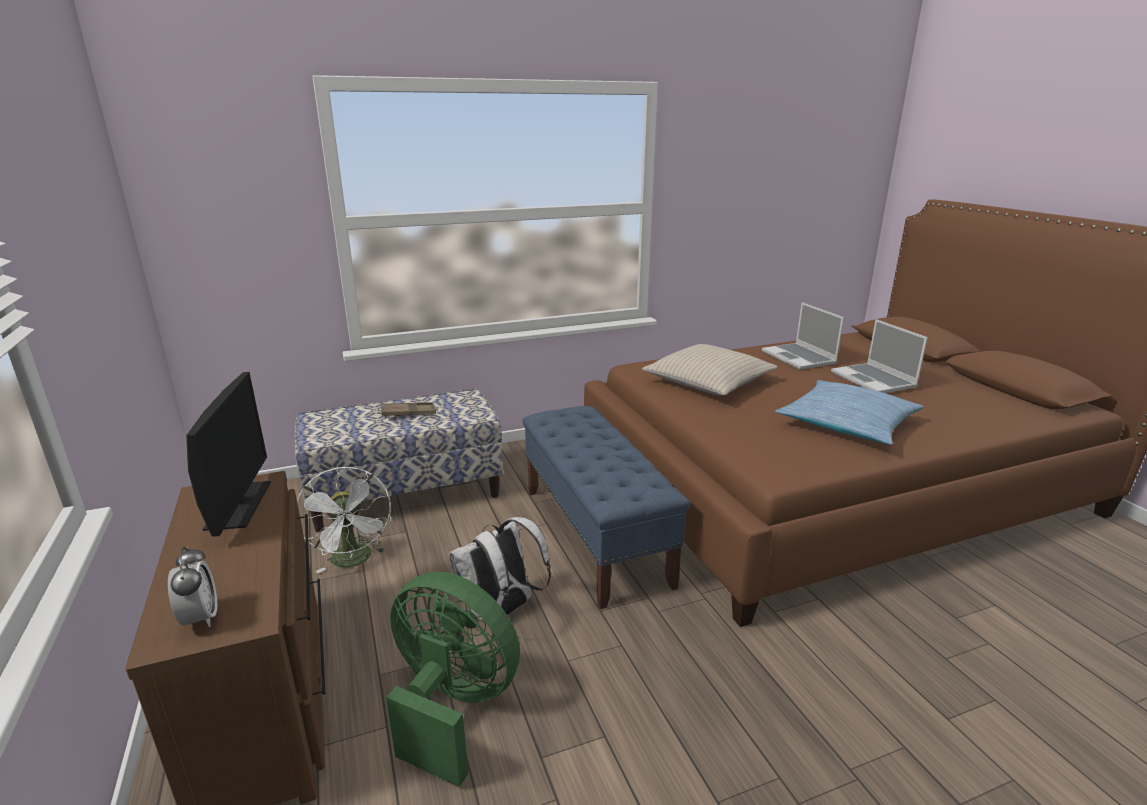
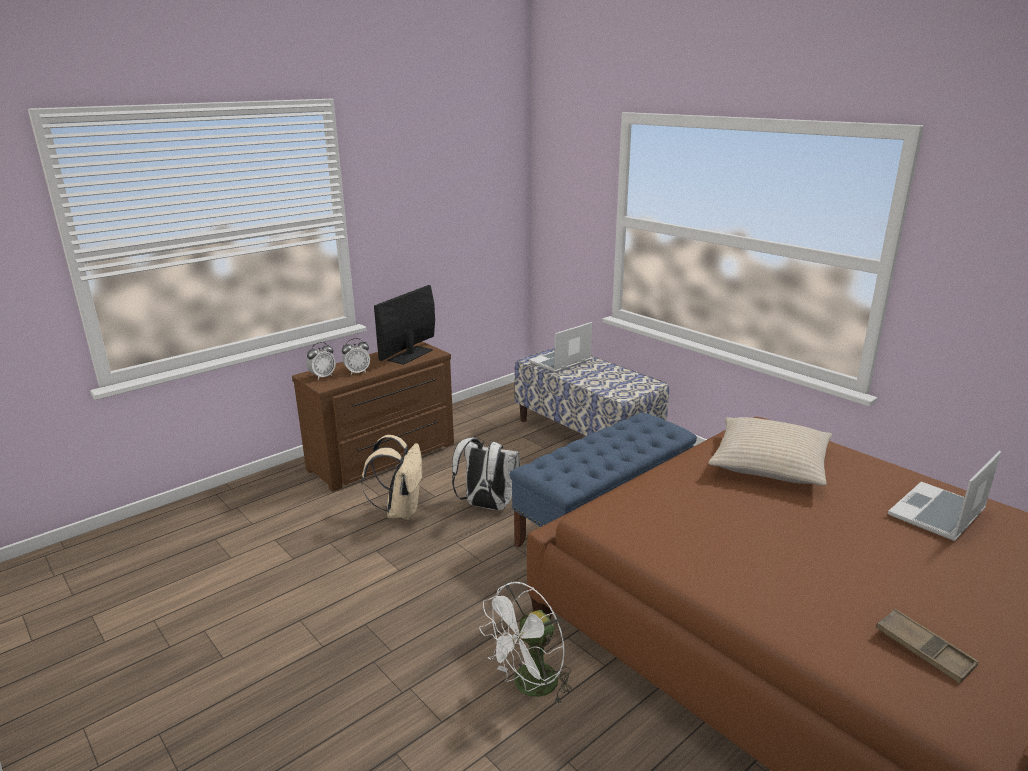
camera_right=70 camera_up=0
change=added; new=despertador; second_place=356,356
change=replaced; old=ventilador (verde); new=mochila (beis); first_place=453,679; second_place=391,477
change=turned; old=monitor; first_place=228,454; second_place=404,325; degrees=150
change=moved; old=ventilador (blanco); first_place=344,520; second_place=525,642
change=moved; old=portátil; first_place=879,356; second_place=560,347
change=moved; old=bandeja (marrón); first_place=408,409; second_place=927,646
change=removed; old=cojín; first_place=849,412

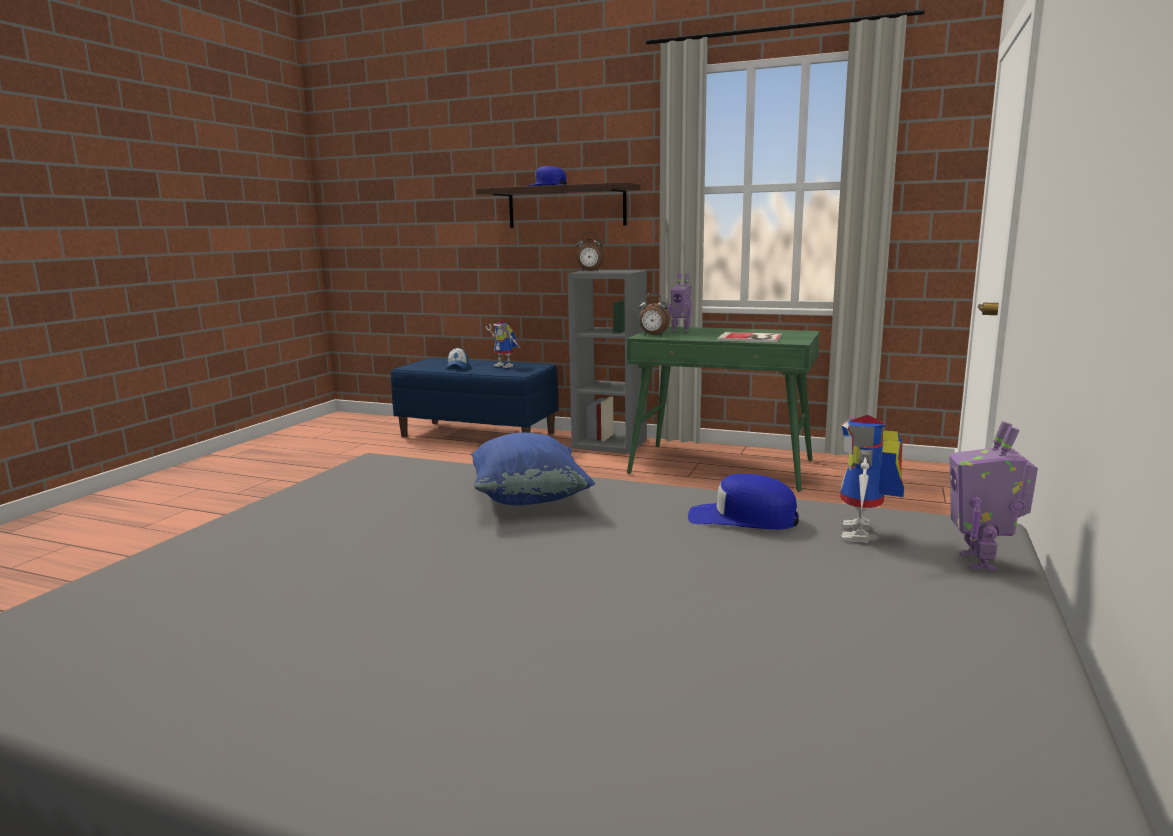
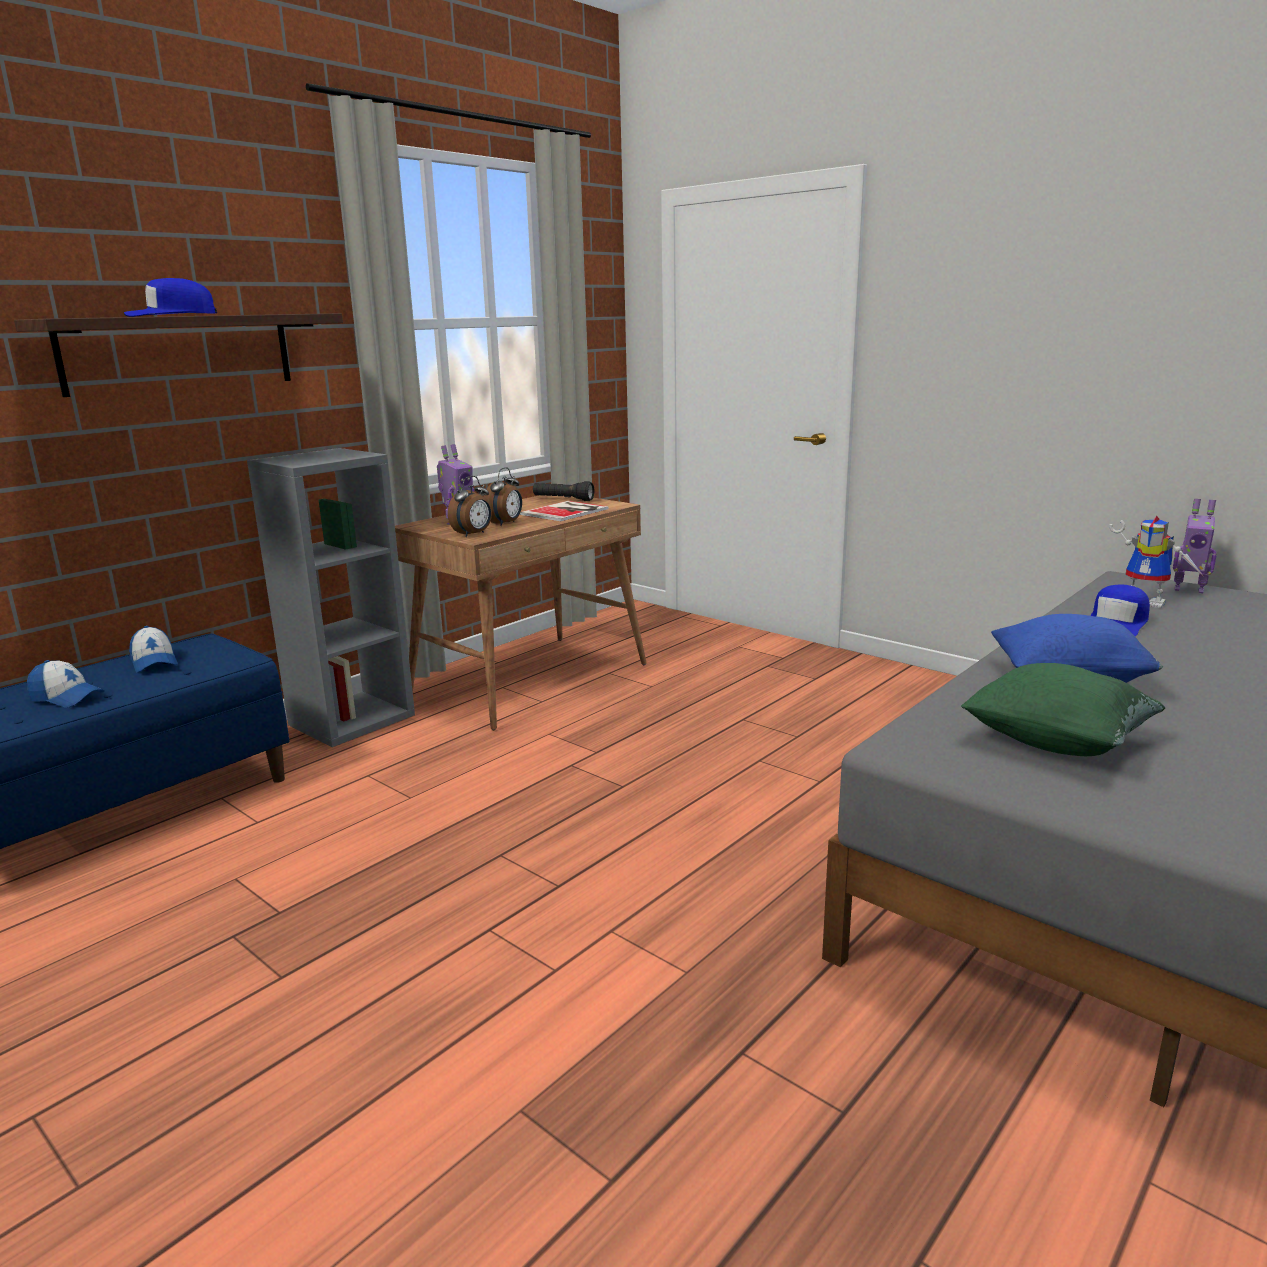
camera_right=-70 camera_up=5
change=replaced; old=robot de juguete; new=gorra; first_place=503,344; second_place=153,649
change=recoloured; old=escritorio (verde); new=escritorio (marrón); first_place=723,409; second_place=521,612
change=moved; old=despertador; first_place=590,251; second_place=503,496
change=added; new=linterna (negro); second_place=563,491
change=added; new=cojín (verde); second_place=1063,709

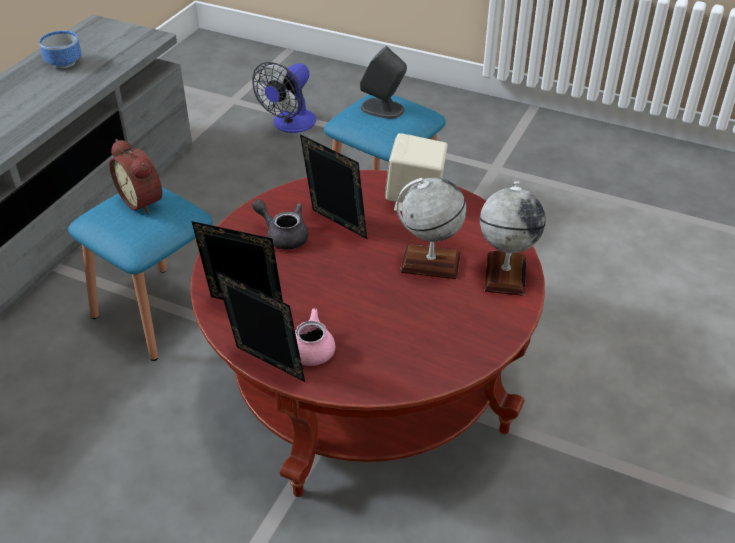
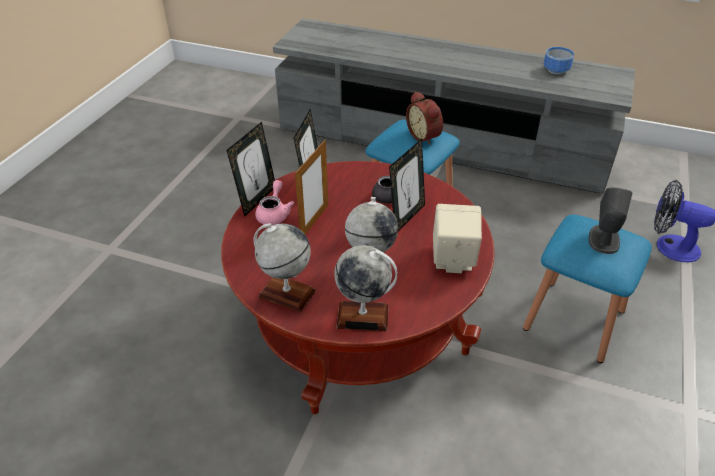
camera_right=85 camera_up=0
change=added; new=globo terráqueo; second_place=285,267
change=added; new=portarretratos; second_place=311,187
change=turned; old=despertador; first_place=135,176; second_place=424,118; degrees=-75

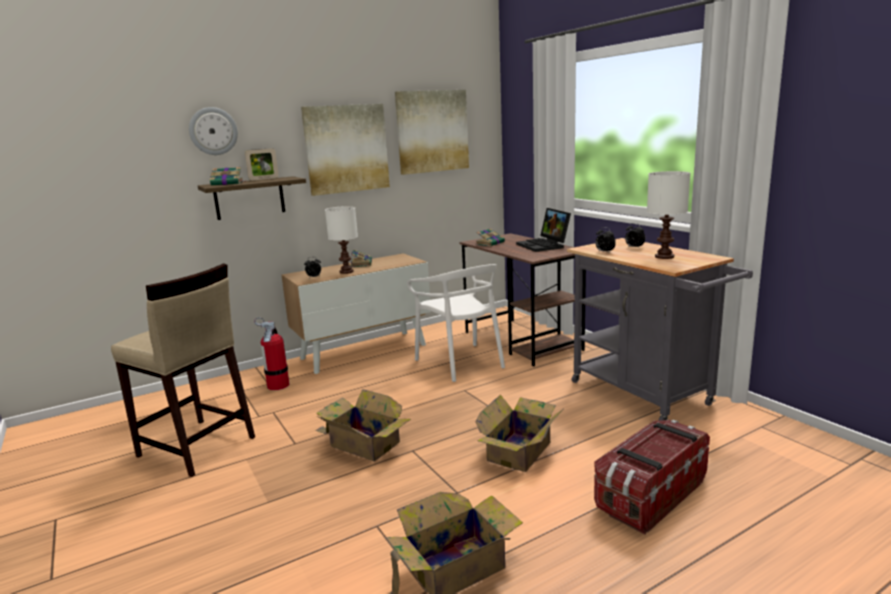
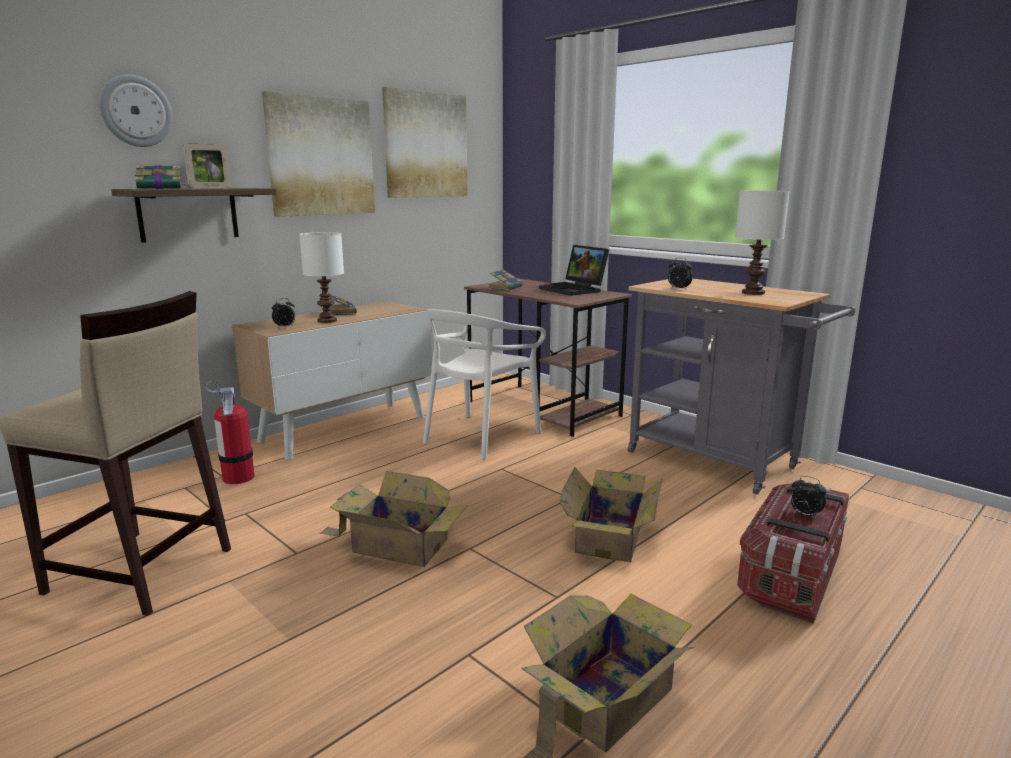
camera_right=-15 camera_up=0
change=turned; old=silla (blanco); first_place=456,323; second_place=484,384; degrees=75
change=moved; old=despertador; first_place=635,236; second_place=808,497

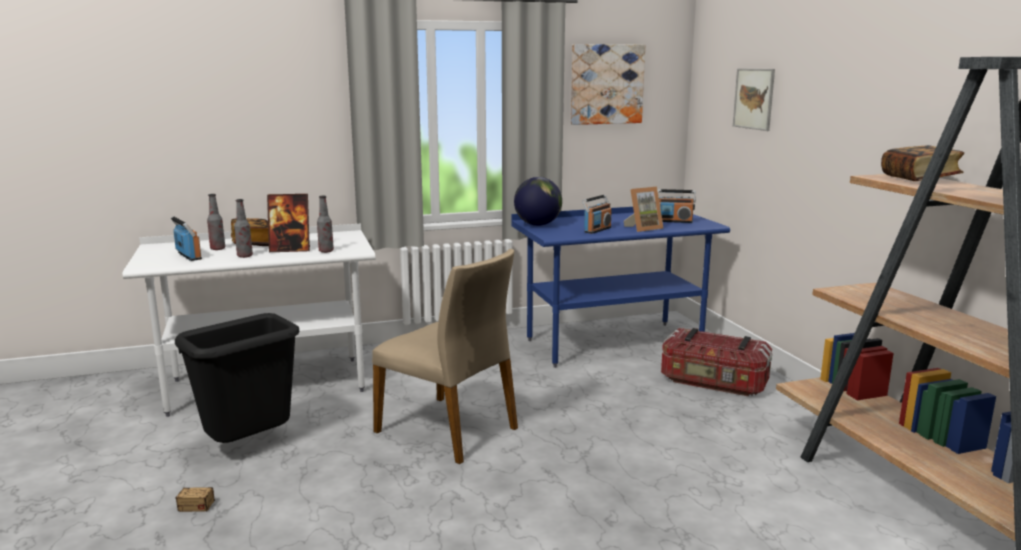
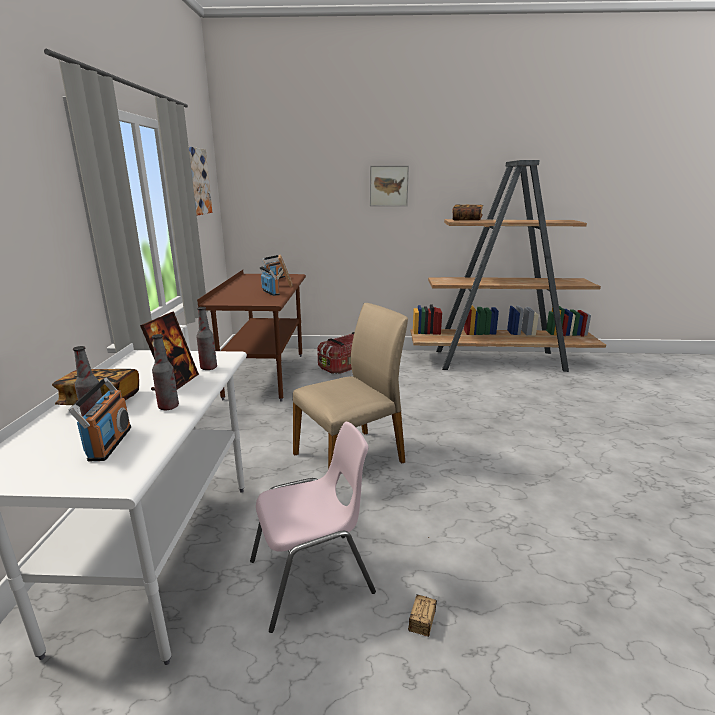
camera_right=-70 camera_up=5
change=turned; old=radio; first_place=186,238; second_place=99,419; degrees=105
change=recoloured; old=escritorio (azul); new=escritorio (marrón); first_place=621,287; second_place=251,336
change=replaced; old=papelera (negro); new=silla (rosa); first_place=237,378; second_place=313,527
change=moved; old=cuadro; first_place=754,99; second_place=389,186
change=removed; old=globo terráqueo; first_place=538,201

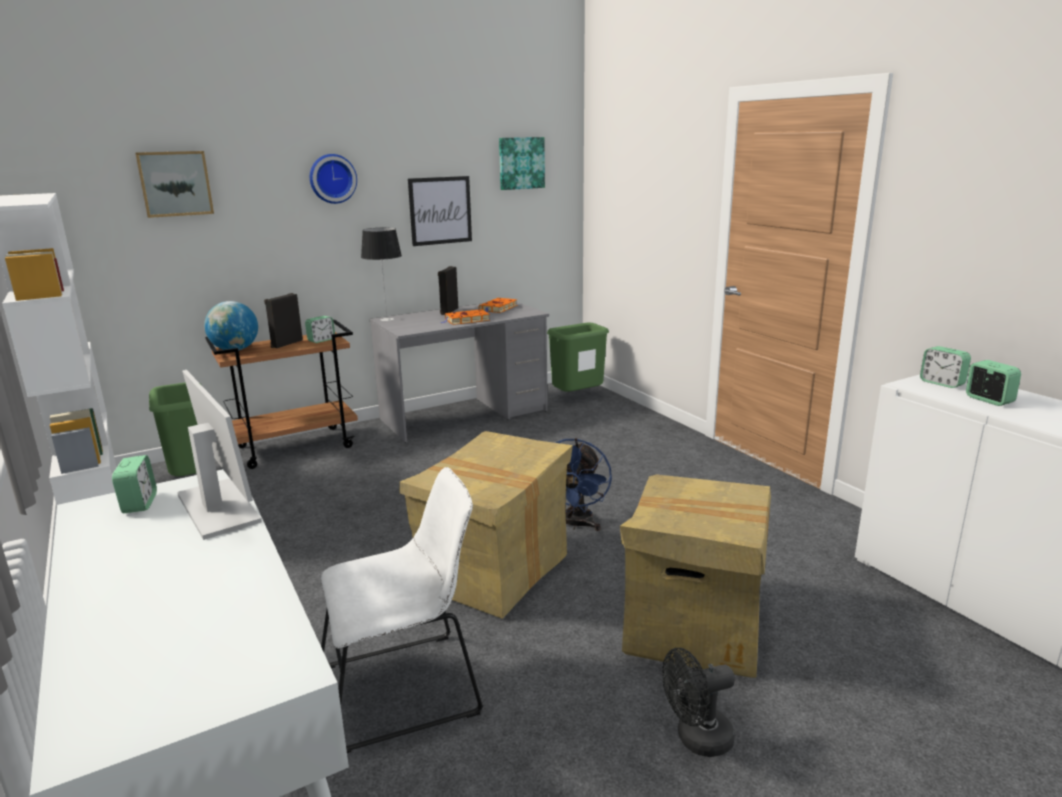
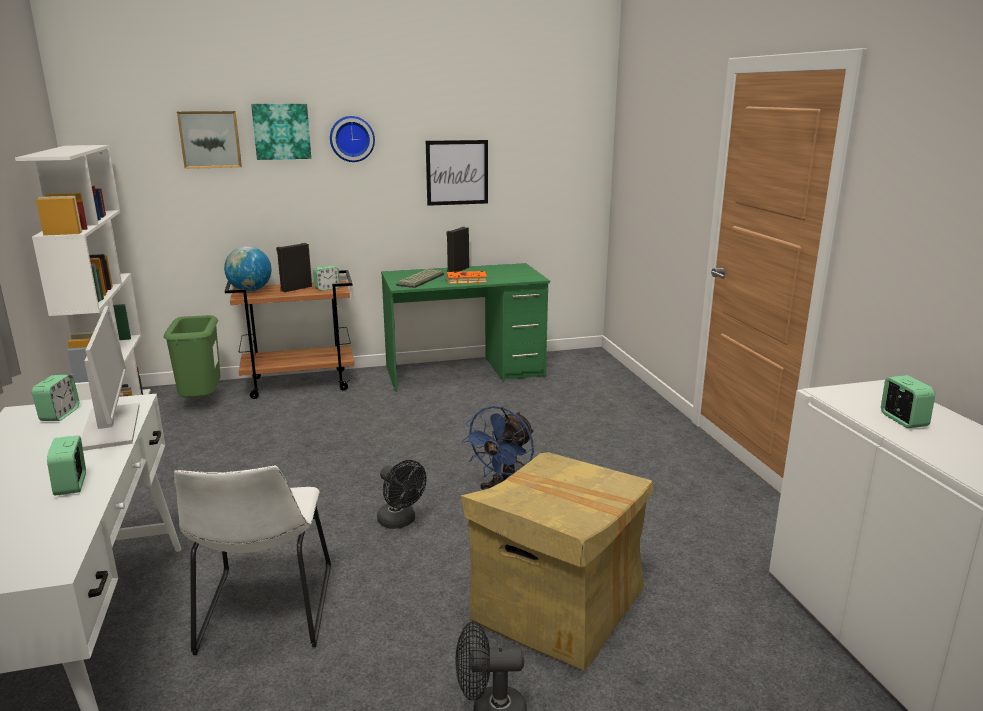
camera_right=15 camera_up=0
change=moved; old=despertador; first_place=945,367; second_place=66,466
change=turned; old=silla (blanco); first_place=402,610; second_place=252,560; degrees=90
change=moved; old=cuadro; first_place=522,163; second_place=281,132
change=replaced; old=caja de cartón; new=ventilador (negro); first_place=486,525; second_place=402,494
change=recoloured; old=escritorio (gris); new=escritorio (verde); first_place=459,372; second_place=465,327
change=added; new=teclado; second_place=420,278
change=removed; old=lámpara de mesa; first_place=381,274
change=removed; old=libro (naranja); first_place=498,305
change=removed; old=papelera (verde); first_place=578,357

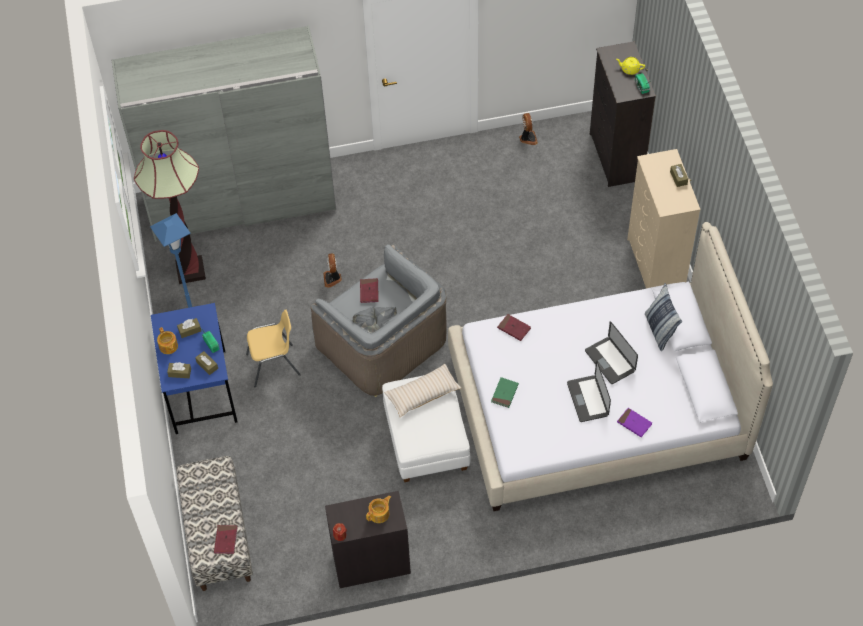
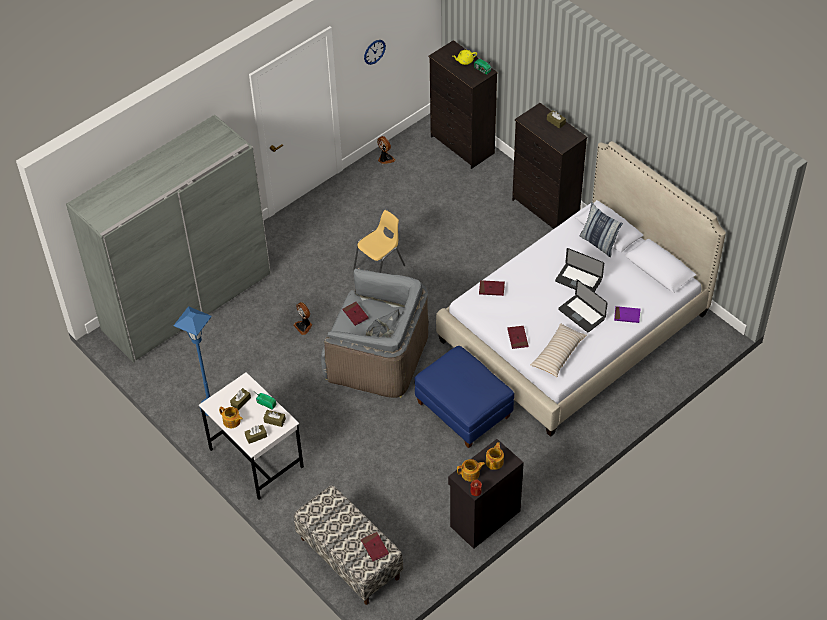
camera_right=-30 camera_up=-5
change=recoloured; old=escritorio (azul); new=escritorio (blanco); first_place=194,368; second_place=251,436
change=moved; old=silla (amarillo); first_place=273,348; second_place=379,241
change=added; new=reloj de pared; second_place=375,52
change=recoloured; old=puf (blanco); new=puf (azul); first_place=426,428; second_place=464,397
change=added; new=tetera; second_place=471,470
change=recoloured; old=libro (verde); new=libro (rojo); first_place=505,392; second_place=517,337
change=recoloured; old=cómoda (beis); new=cómoda (negro); first_place=664,218; second_place=549,166
change=moved; old=cojín (beis); first_place=422,390; second_place=558,350
change=removed; old=lámpara de pie; first_place=170,207

